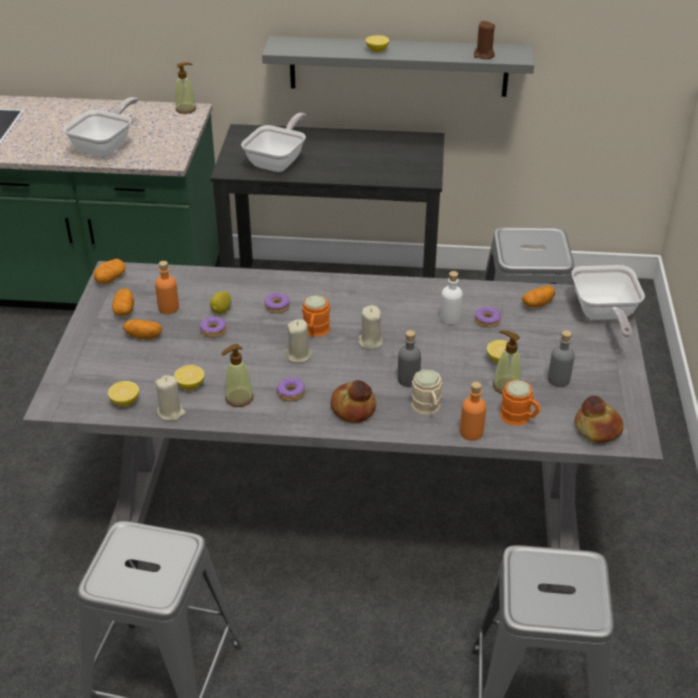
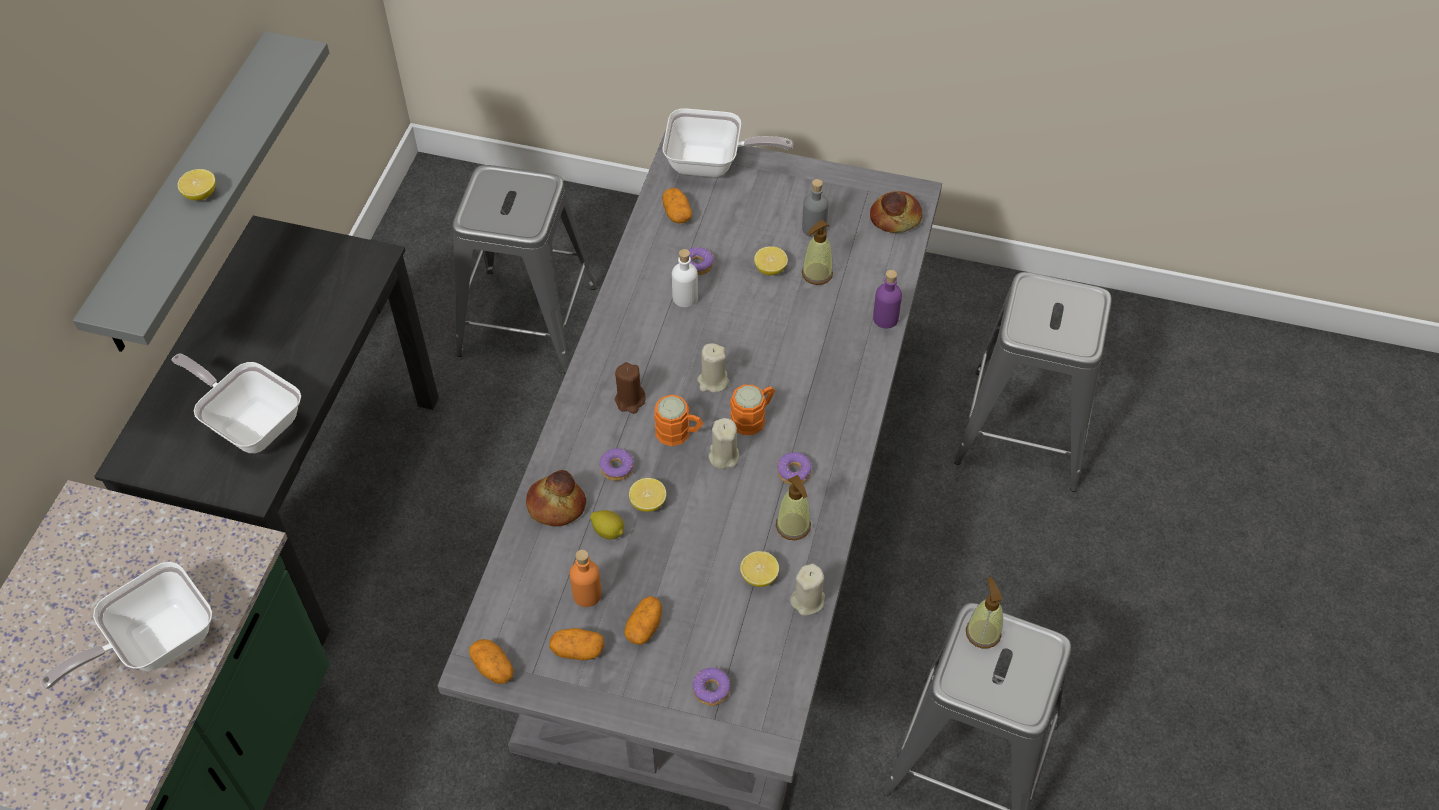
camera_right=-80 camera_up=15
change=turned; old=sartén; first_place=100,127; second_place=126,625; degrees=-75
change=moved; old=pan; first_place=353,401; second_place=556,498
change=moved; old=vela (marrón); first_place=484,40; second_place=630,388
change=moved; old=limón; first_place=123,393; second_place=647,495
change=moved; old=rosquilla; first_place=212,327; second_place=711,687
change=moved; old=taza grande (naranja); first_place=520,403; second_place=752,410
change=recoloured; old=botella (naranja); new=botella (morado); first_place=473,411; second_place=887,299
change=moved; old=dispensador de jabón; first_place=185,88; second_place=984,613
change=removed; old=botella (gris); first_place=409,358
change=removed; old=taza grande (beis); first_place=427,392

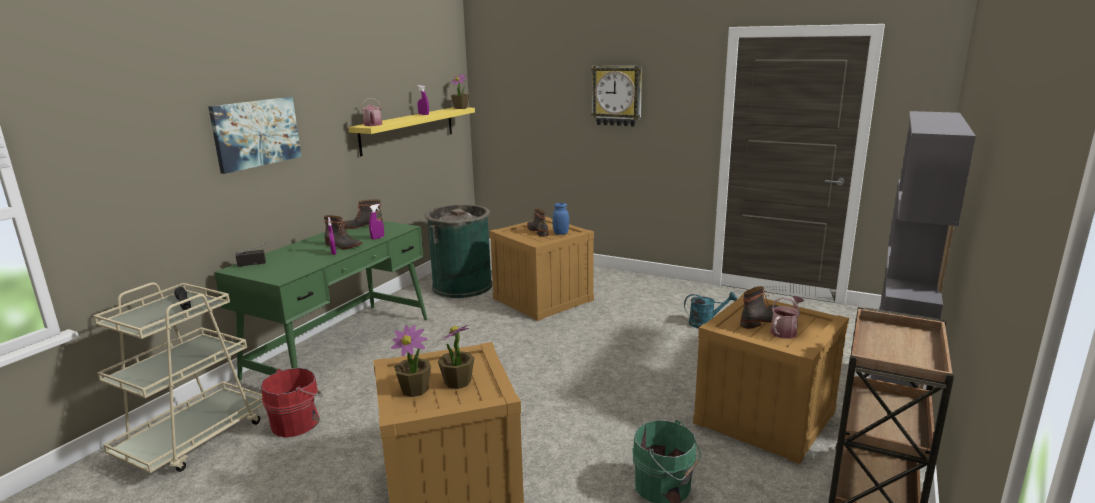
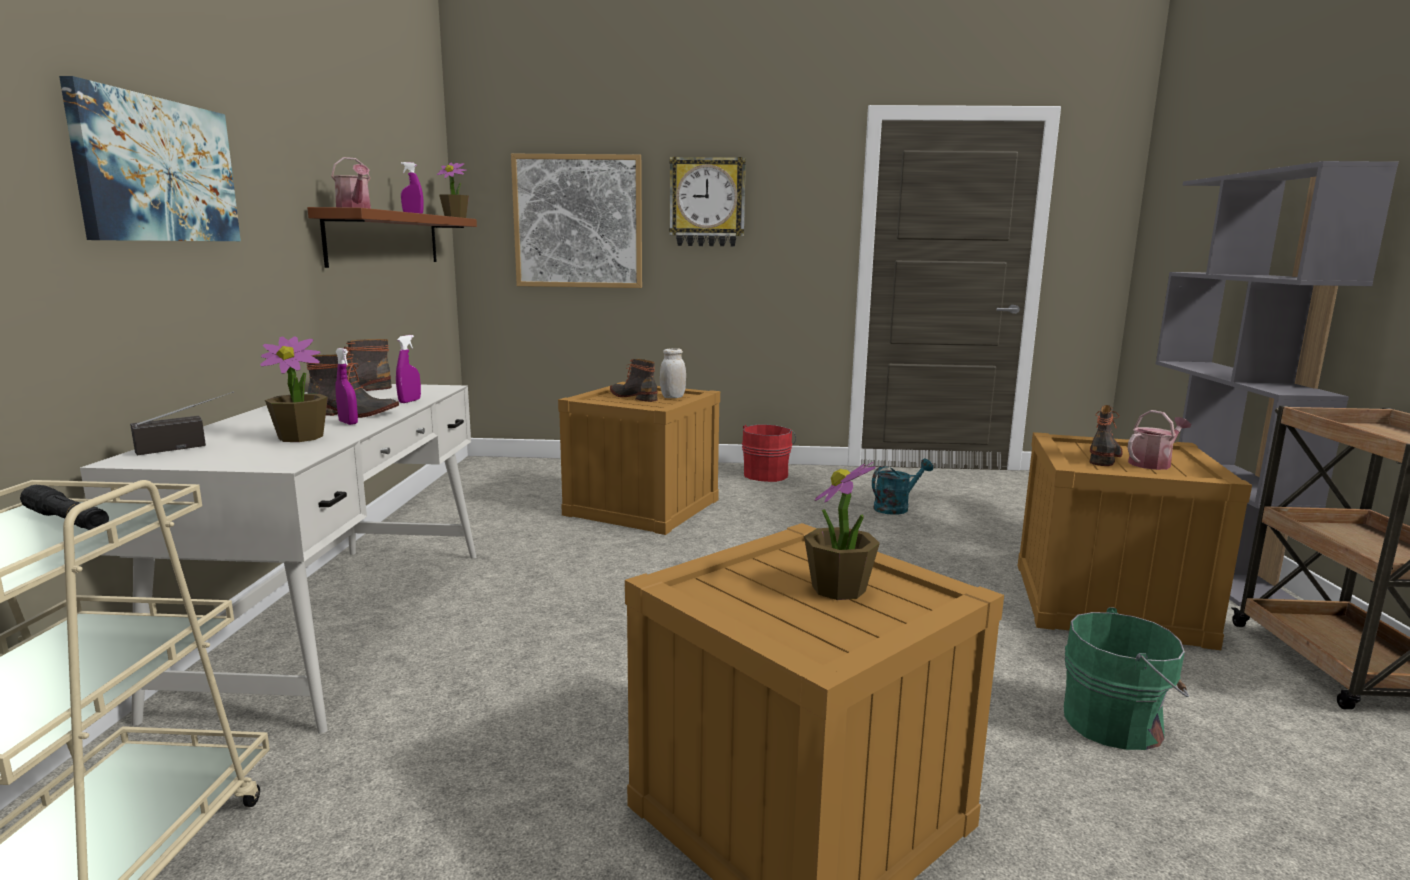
camera_right=-25 camera_up=-5
change=recoloured; old=escritorio (verde); new=escritorio (blanco); first_place=321,301; second_place=278,558
change=moved; old=planta en maceta; first_place=411,361; second_place=294,389
change=recoloured; old=estante (amarillo); new=estante (marrón); first_place=411,131; second_place=392,237
change=added; new=cuadro; second_place=576,221
change=recoloured; old=tarro (azul); new=tarro (blanco); first_place=560,219; second_place=673,373
change=moved; old=cubo (rojo); first_place=292,403; second_place=769,453
change=turned; old=regadera; first_place=787,317; second_place=1159,440; degrees=45
change=removed; old=papelera (verde); first_place=458,251

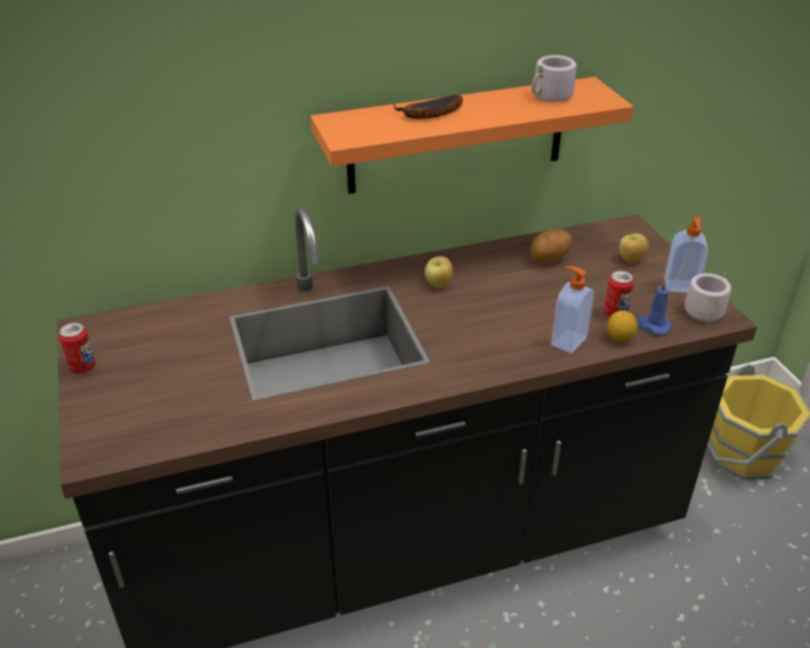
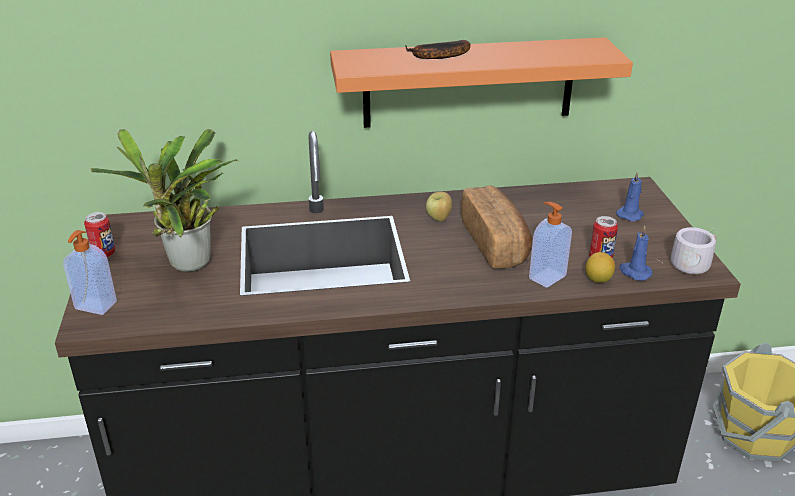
camera_right=10 camera_up=-5
change=moved; old=dispensador de jabón; first_place=686,255; second_place=90,272
change=added; new=planta en maceta; second_place=164,200
change=added; new=pan; second_place=496,227
change=replaced; old=manzana; new=vela (azul); first_place=634,248; second_place=630,196
change=removed; old=patata; first_place=552,246
change=removed; old=taza grande (gris); first_place=558,78

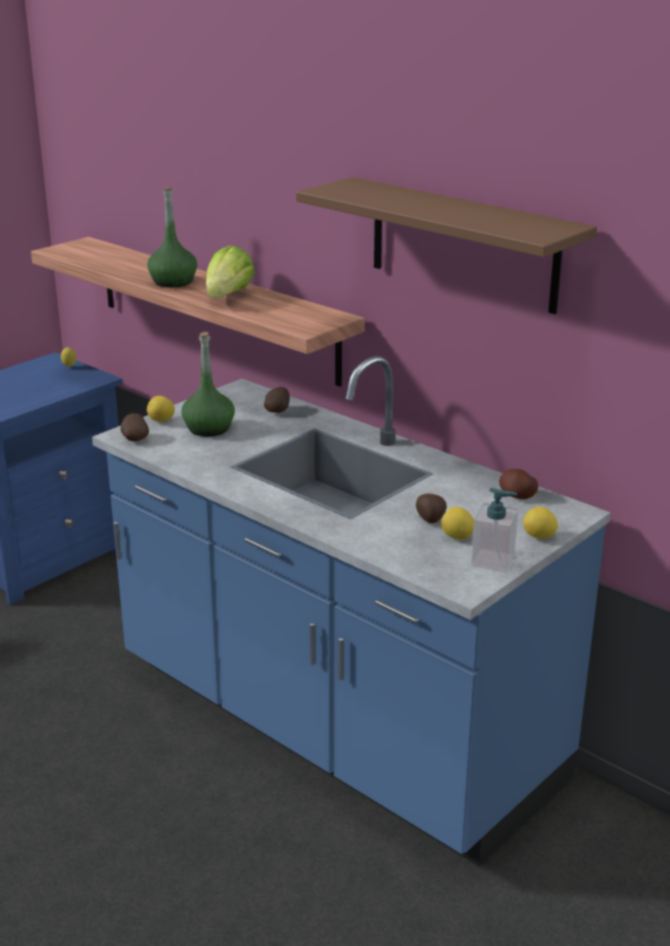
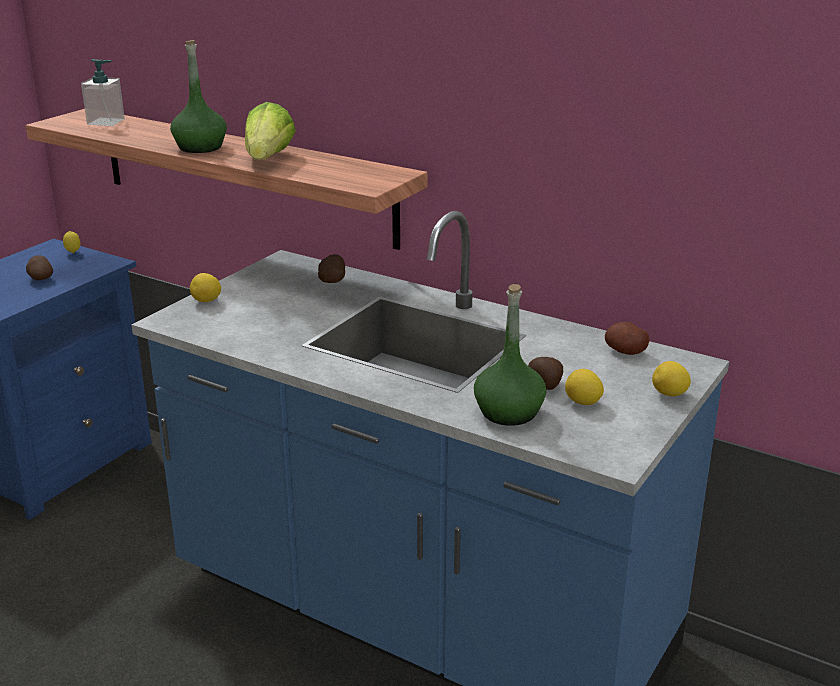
camera_right=-10 camera_up=0
change=moved; old=patata; first_place=135,427; second_place=39,267
change=moved; old=dispensador de jabón; first_place=494,530; second_place=103,92
change=moved; old=botella (verde); first_place=208,384; second_place=510,355
change=removed; old=estante (marrón); first_place=446,245

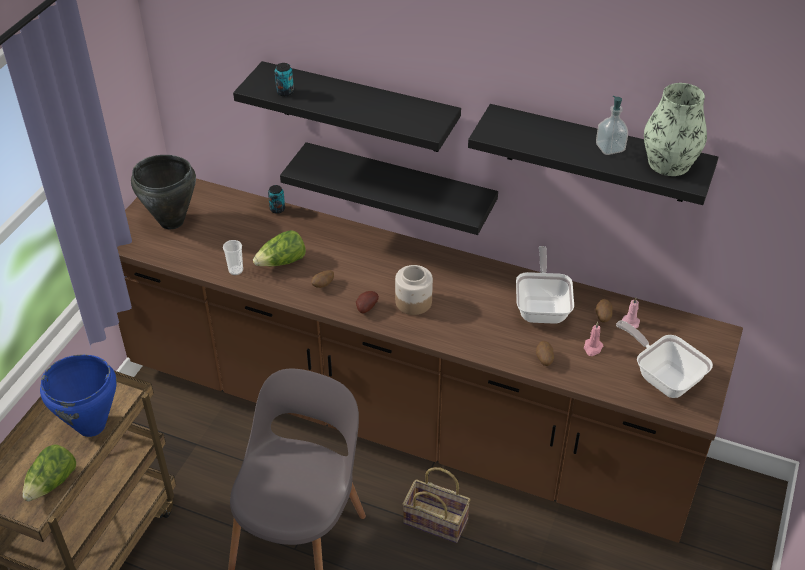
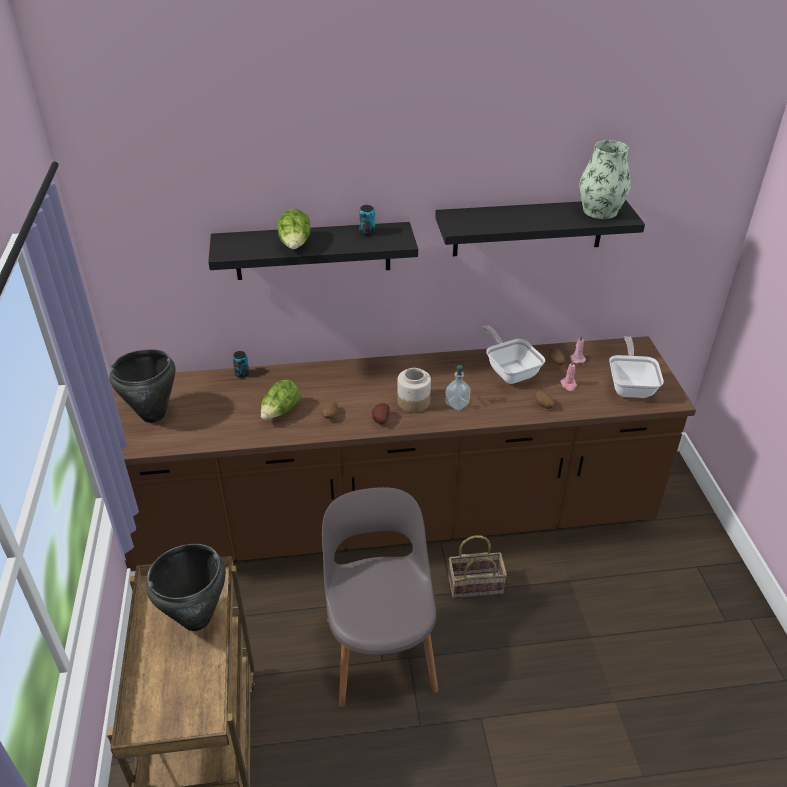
camera_right=-30 camera_up=-5
change=recoloured; old=olla (azul); new=olla (negro); first_place=78,395; second_place=186,587
change=moved; old=lechuga; first_place=49,472; second_place=294,229
change=moved; old=lata; first_place=284,79; second_place=367,220
change=moved; old=dispensador de jabón; first_place=612,125; second_place=458,387
change=turned; old=sartén; first_place=664,359; second_place=636,367; degrees=75
change=removed; old=taza; first_place=233,257
change=removed; old=estante (negro); first_place=389,188

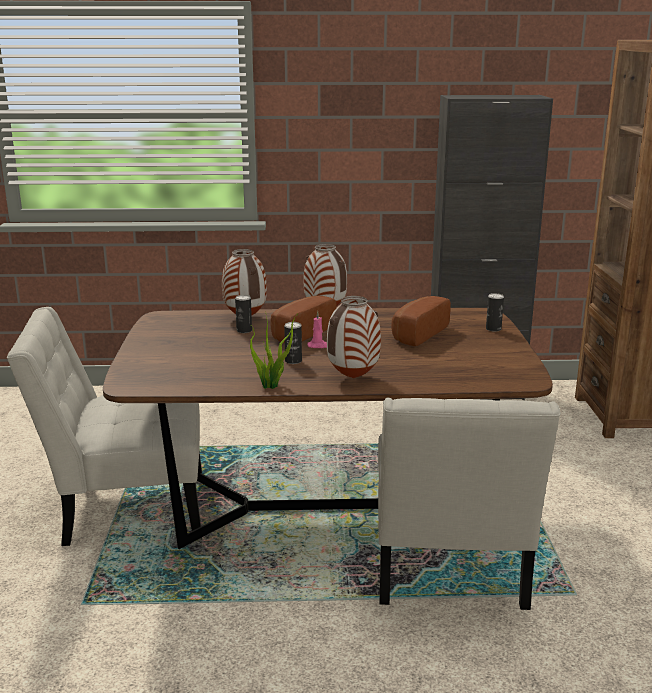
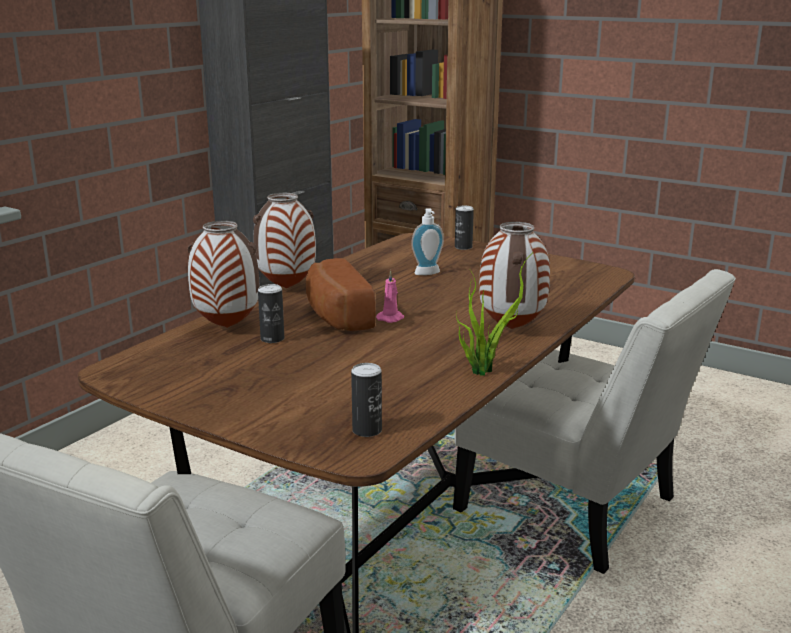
camera_right=-55 camera_up=0
change=moved; old=lata; first_place=293,343; second_place=366,400
change=replaced; old=pan; new=dispensador de jabón; first_place=421,321; second_place=427,241

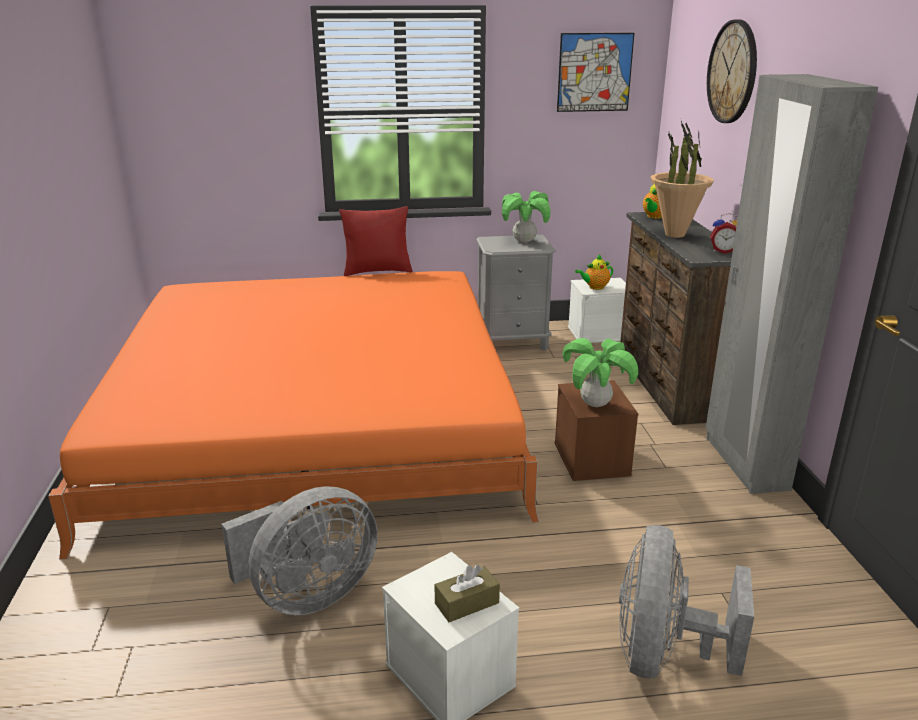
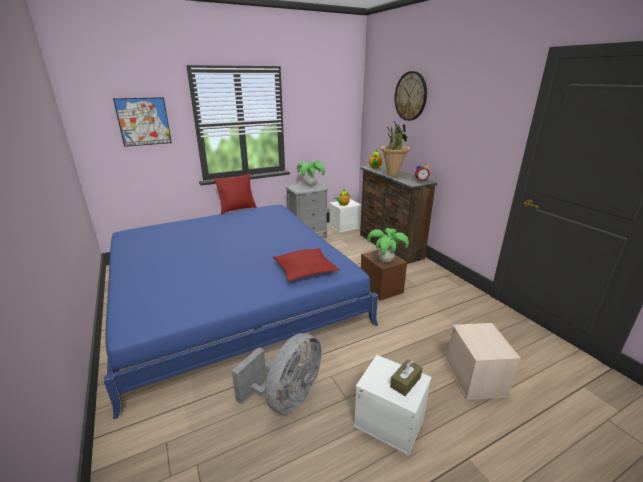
camera_right=-20 camera_up=0
change=recoloured; old=cama (naranja); new=cama (azul); first_place=293,415; second_place=241,312
change=moved; old=cuadro; first_place=595,72; second_place=142,122
change=added; new=cojín (rojo); second_place=306,265
change=replaced; old=ventilador (gris); new=caja de almacenaje (beis); first_place=686,601; second_place=483,361
change=removed; old=armario ropero (gris); first_place=791,284

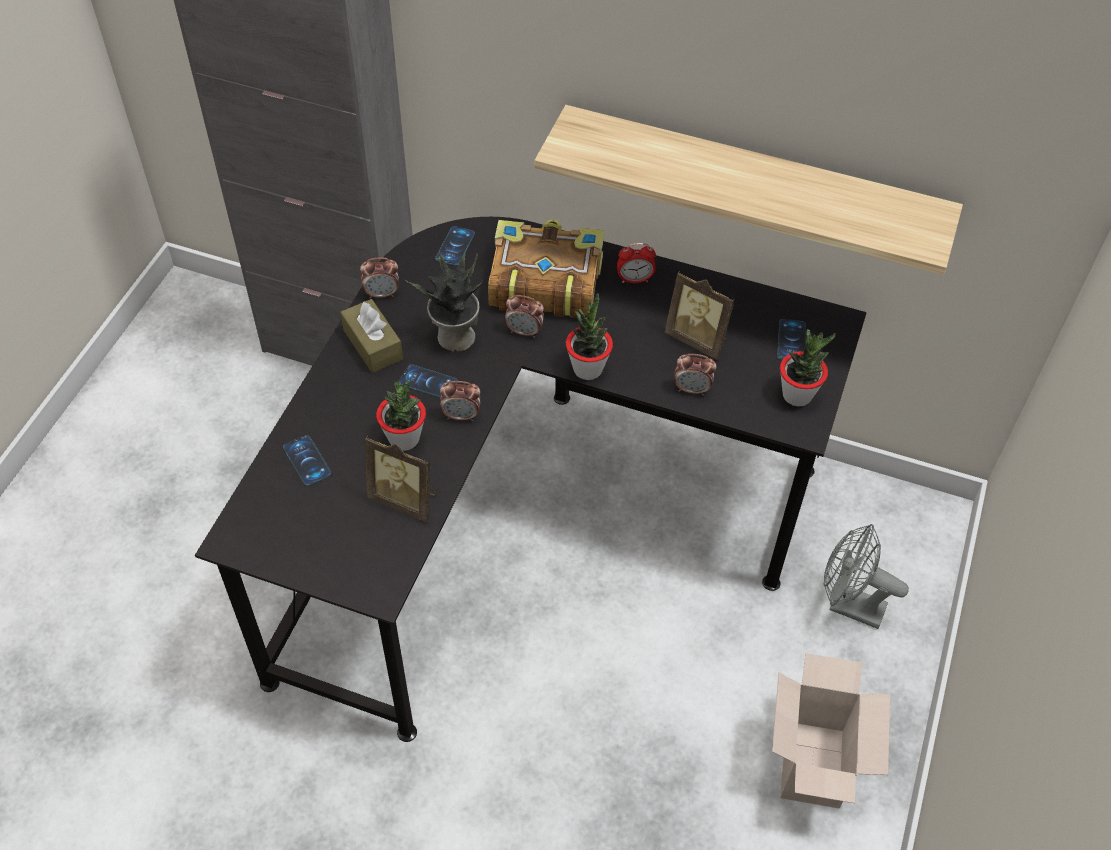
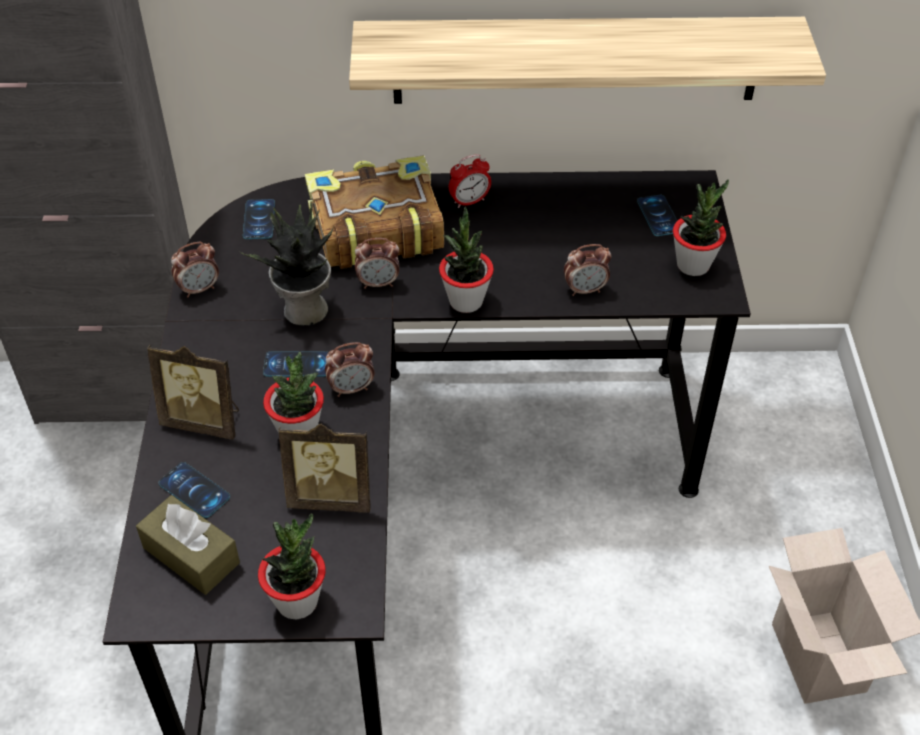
camera_right=-20 camera_up=-5
change=moved; old=caja de pañuelos (marrón); first_place=371,336; second_place=188,545
change=moved; old=portarretratos; first_place=700,315; second_place=193,392
change=added; new=planta en maceta; second_place=292,566
change=removed; old=ventilador (gris); first_place=866,576

